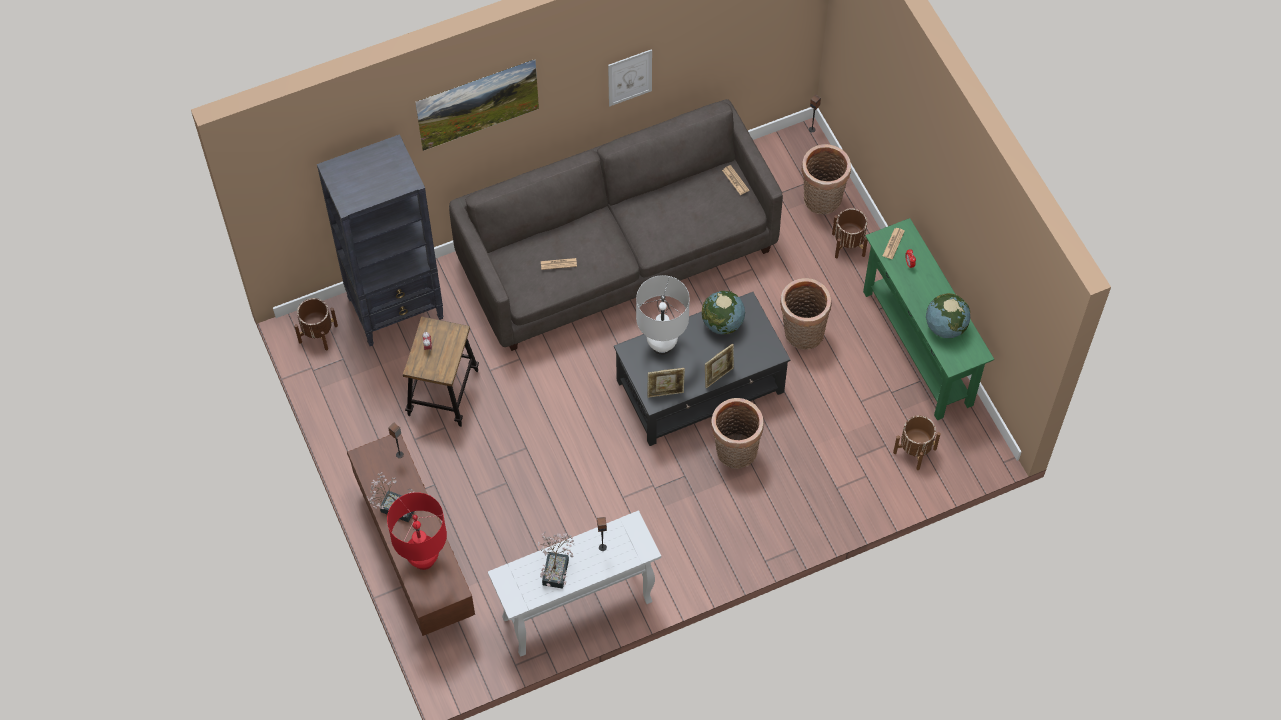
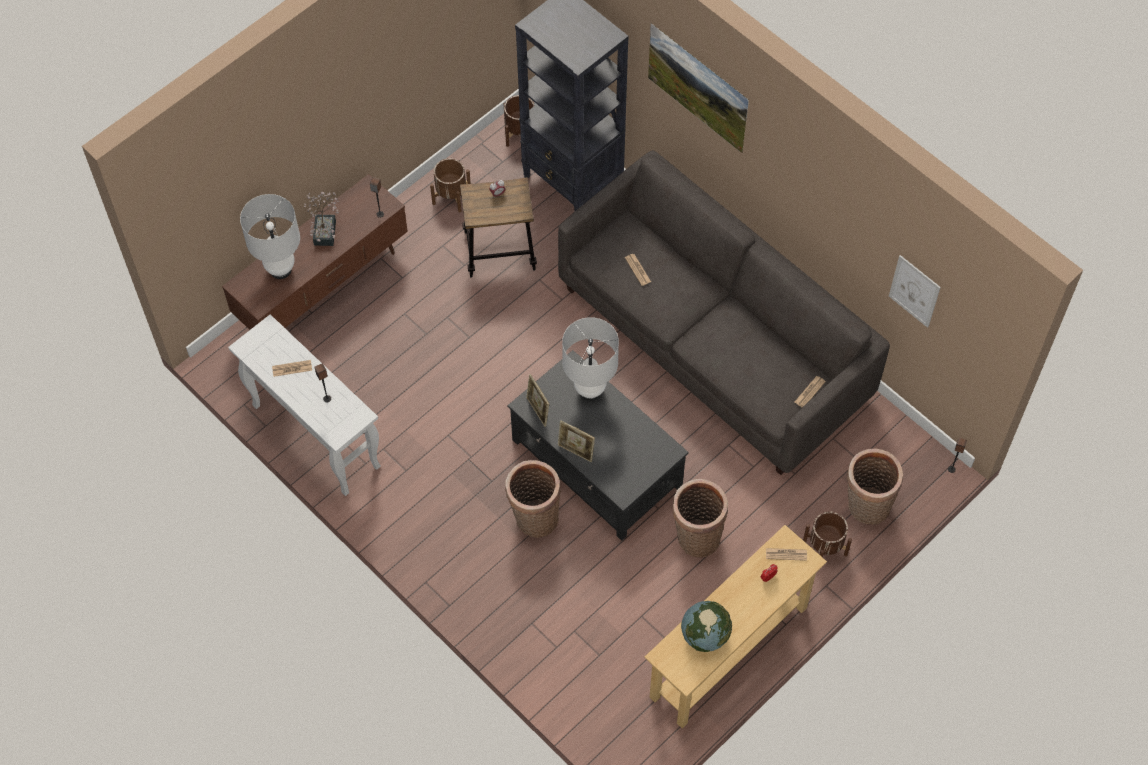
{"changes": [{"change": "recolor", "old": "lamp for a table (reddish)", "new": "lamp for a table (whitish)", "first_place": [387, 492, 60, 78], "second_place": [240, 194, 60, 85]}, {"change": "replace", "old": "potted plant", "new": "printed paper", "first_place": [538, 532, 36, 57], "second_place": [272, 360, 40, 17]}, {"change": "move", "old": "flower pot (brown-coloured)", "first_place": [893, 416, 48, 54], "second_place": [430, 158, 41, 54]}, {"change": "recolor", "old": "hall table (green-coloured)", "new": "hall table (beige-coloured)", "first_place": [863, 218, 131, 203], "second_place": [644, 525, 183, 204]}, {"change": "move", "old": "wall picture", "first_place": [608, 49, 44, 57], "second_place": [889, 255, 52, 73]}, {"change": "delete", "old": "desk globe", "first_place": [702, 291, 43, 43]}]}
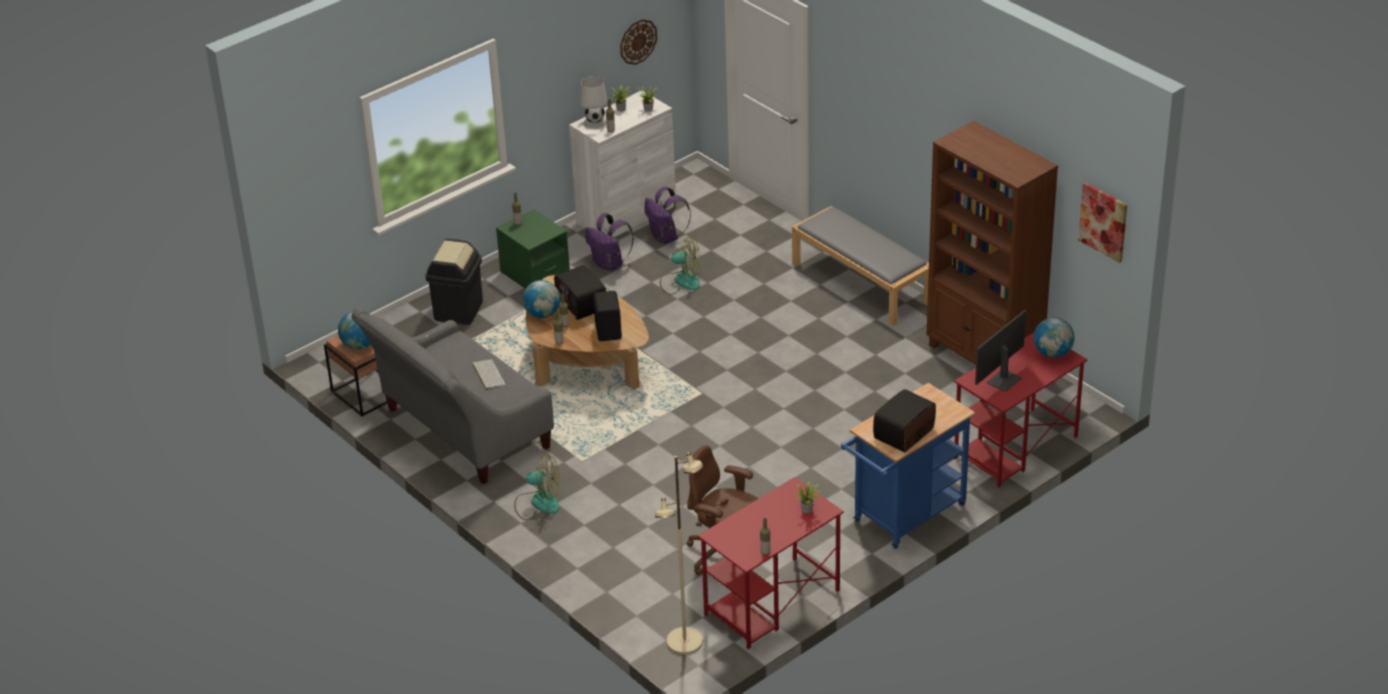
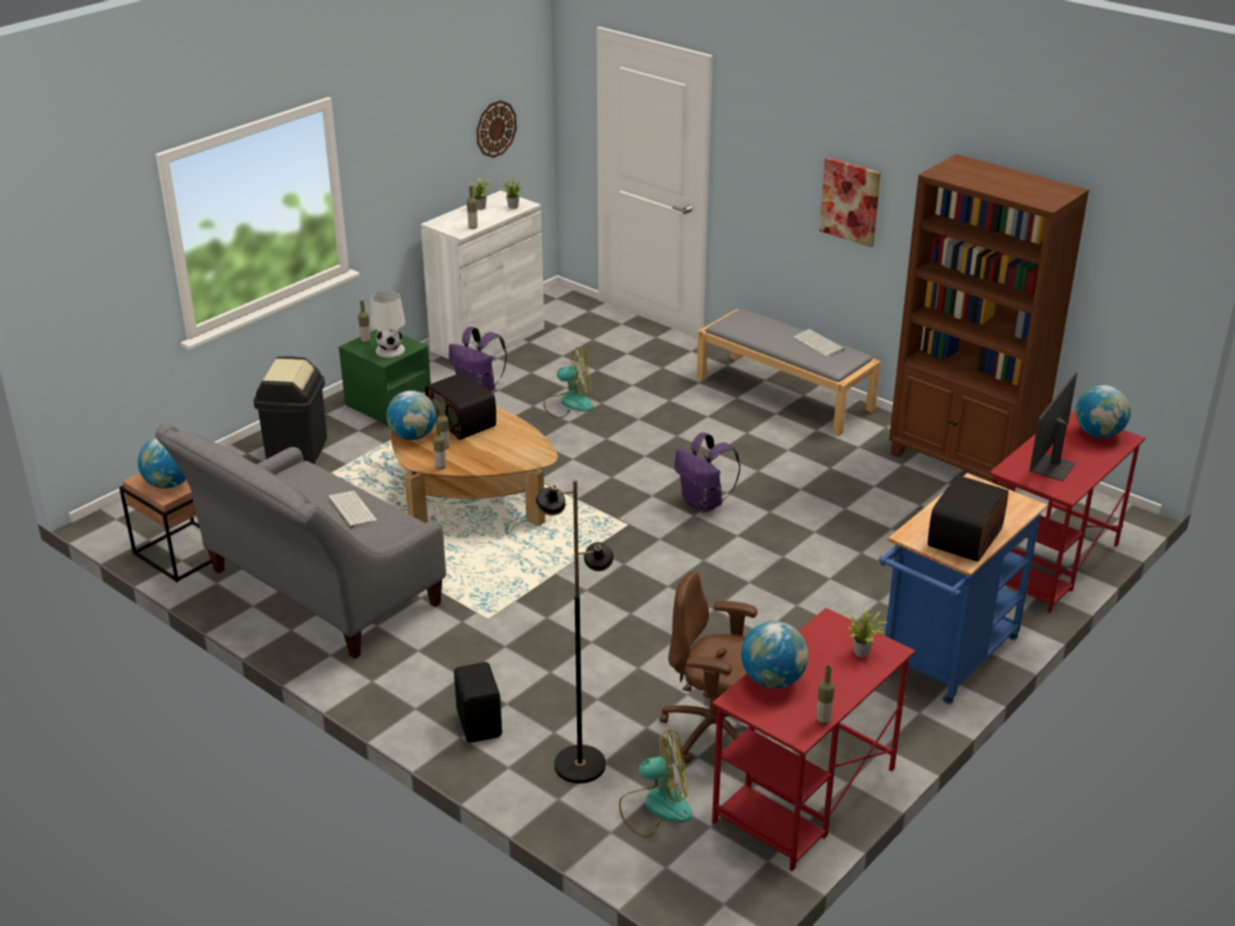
{"changes": [{"change": "move", "old": "lamp for a table (whitish)", "first_place": [580, 76, 27, 53], "second_place": [370, 290, 35, 68]}, {"change": "move", "old": "speaker (black)", "first_place": [593, 291, 29, 50], "second_place": [454, 662, 48, 81]}, {"change": "insert", "new": "floor lamp (black)", "second_place": [535, 480, 79, 303]}, {"change": "move", "old": "cooling fan", "first_place": [514, 454, 45, 66], "second_place": [619, 729, 73, 109]}, {"change": "move", "old": "rucksack (purple-coloured)", "first_place": [645, 187, 46, 57], "second_place": [674, 432, 67, 81]}, {"change": "insert", "new": "desk globe", "second_place": [741, 621, 67, 67]}, {"change": "insert", "new": "computer keyboard", "second_place": [793, 329, 51, 28]}, {"change": "move", "old": "wall picture", "first_place": [1078, 182, 49, 81], "second_place": [819, 157, 62, 91]}, {"change": "delete", "old": "floor lamp (beige-coloured)", "first_place": [655, 452, 49, 202]}]}
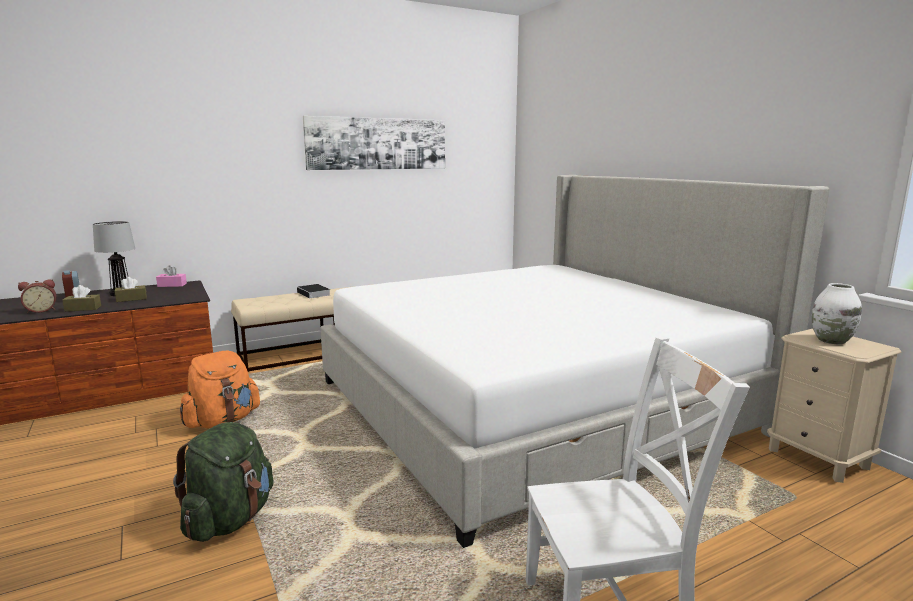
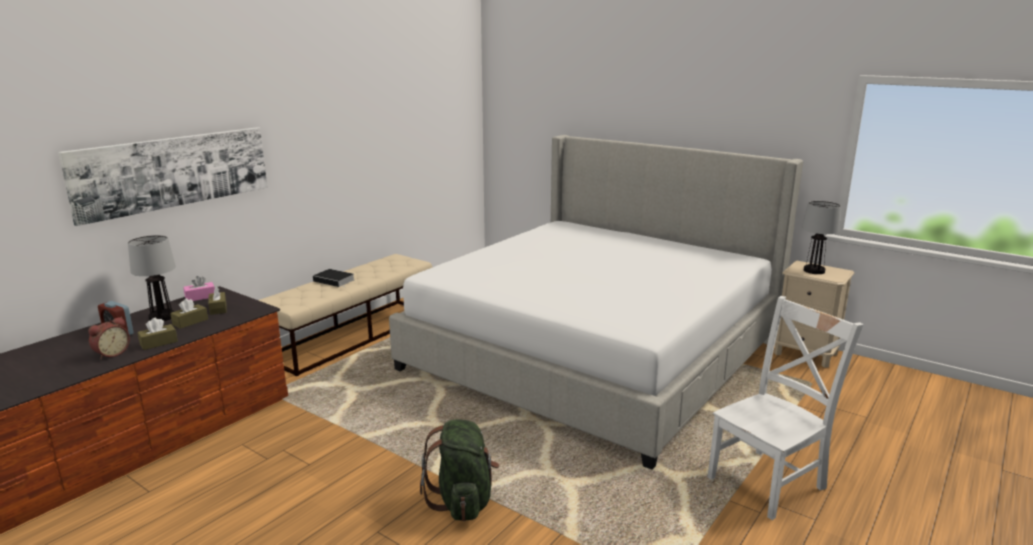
{"changes": [{"change": "move", "old": "wall picture", "first_place": [303, 116, 142, 54], "second_place": [58, 127, 209, 99]}, {"change": "insert", "new": "box of tissues (brown-coloured)", "second_place": [208, 286, 18, 29]}, {"change": "replace", "old": "decorative vase (whitish)", "new": "lamp for a table", "first_place": [812, 283, 50, 61], "second_place": [802, 201, 39, 73]}, {"change": "delete", "old": "rucksack (orange-coloured)", "first_place": [180, 351, 80, 77]}]}
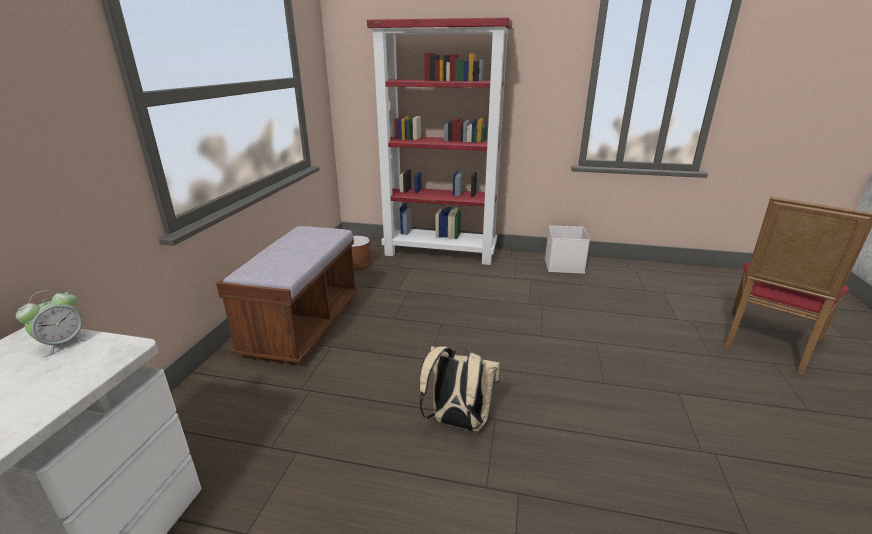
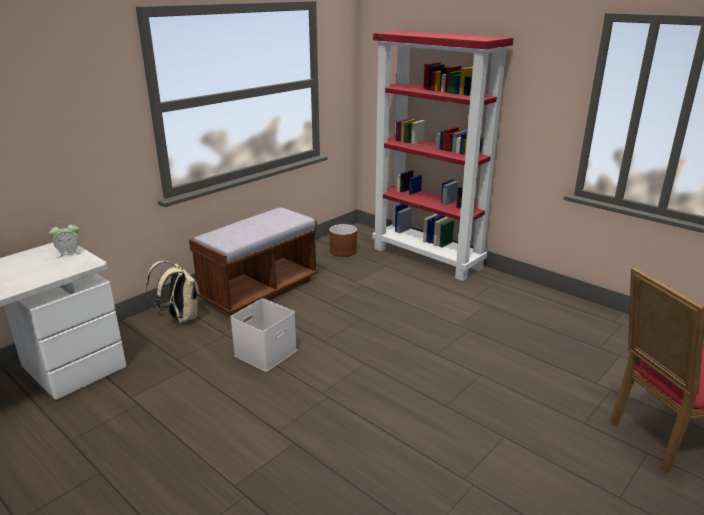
{"changes": [{"change": "move", "old": "rucksack (beige-coloured)", "first_place": [419, 346, 81, 85], "second_place": [146, 261, 54, 62]}, {"change": "move", "old": "storage bin (whitish)", "first_place": [545, 225, 45, 49], "second_place": [230, 299, 67, 73]}]}
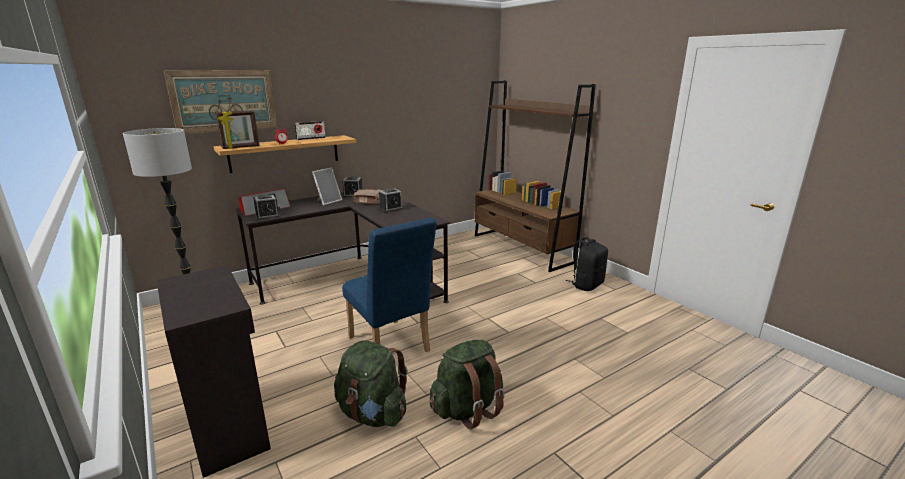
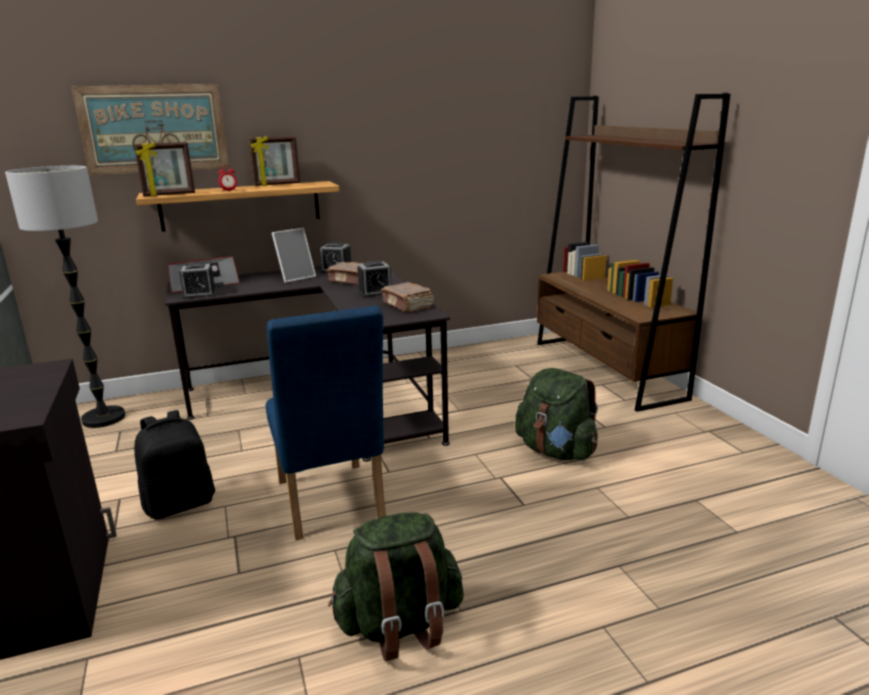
{"changes": [{"change": "move", "old": "rucksack (black)", "first_place": [566, 237, 42, 54], "second_place": [134, 410, 81, 110]}, {"change": "replace", "old": "radio", "new": "picture frame", "first_place": [294, 121, 32, 19], "second_place": [248, 136, 52, 50]}, {"change": "insert", "new": "bound book (brown-coloured)", "second_place": [381, 282, 53, 31]}, {"change": "move", "old": "rucksack (green-coloured)", "first_place": [334, 340, 74, 87], "second_place": [515, 368, 83, 92]}]}
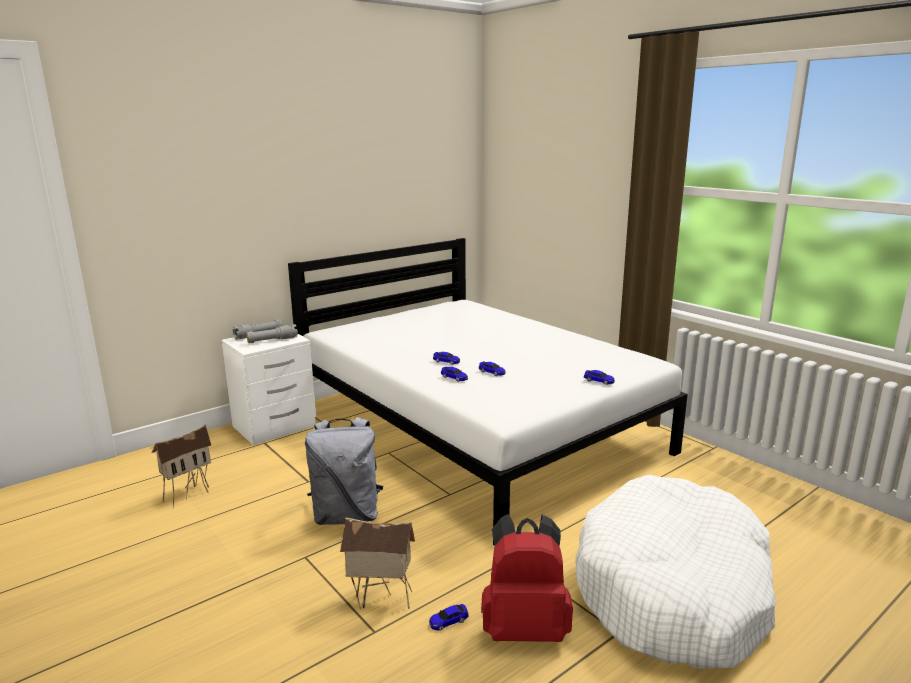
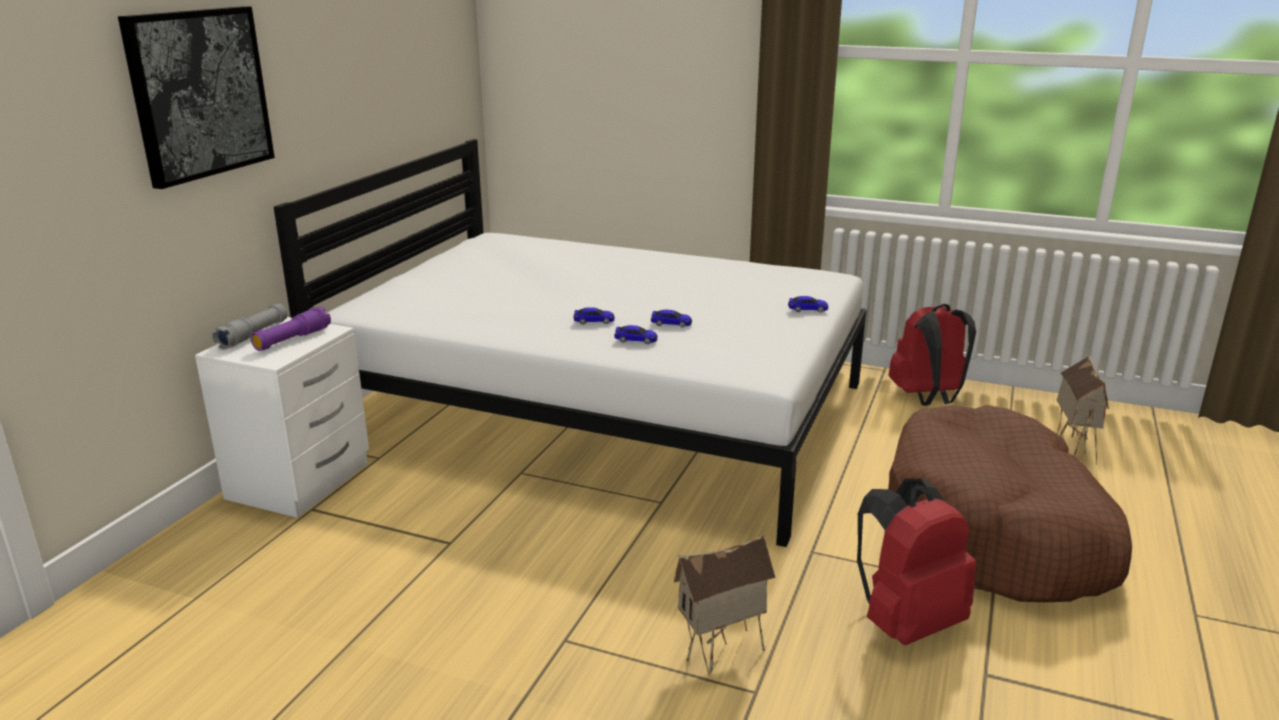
{"changes": [{"change": "insert", "new": "wall picture", "second_place": [118, 6, 157, 183]}, {"change": "recolor", "old": "flashlight (gray)", "new": "flashlight (purple-coloured)", "first_place": [246, 324, 52, 19], "second_place": [250, 306, 81, 45]}, {"change": "recolor", "old": "dog bed (whitish)", "new": "dog bed (brown-coloured)", "first_place": [575, 475, 201, 193], "second_place": [888, 405, 244, 197]}, {"change": "insert", "new": "rucksack (reddish)", "second_place": [889, 304, 87, 102]}, {"change": "move", "old": "toy house", "first_place": [152, 424, 59, 85], "second_place": [1057, 355, 52, 110]}, {"change": "delete", "old": "rucksack (gray)", "first_place": [305, 417, 78, 108]}, {"change": "delete", "old": "toy car", "first_place": [429, 604, 40, 27]}]}
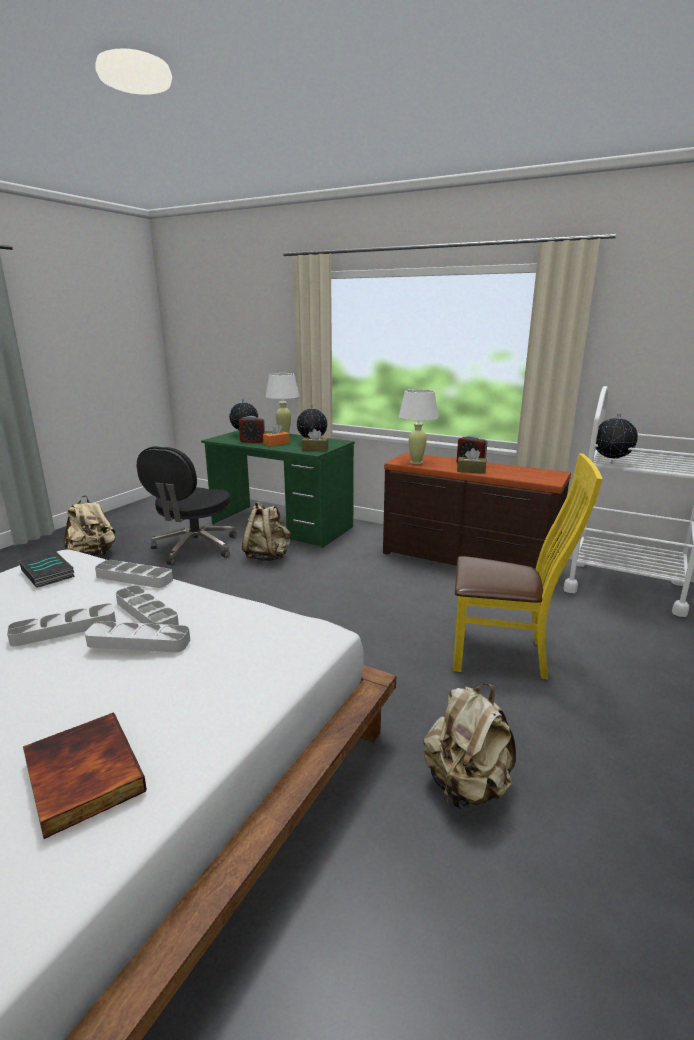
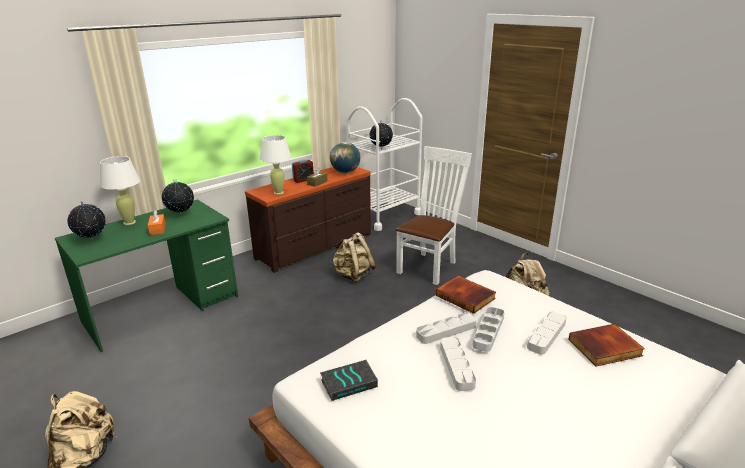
{"changes": [{"change": "insert", "new": "desk globe", "second_place": [330, 142, 30, 31]}, {"change": "move", "old": "rucksack (beige-coloured)", "first_place": [242, 501, 49, 60], "second_place": [332, 232, 44, 51]}, {"change": "recolor", "old": "chair (yellow)", "new": "chair (whitish)", "first_place": [453, 453, 150, 226], "second_place": [395, 146, 77, 139]}, {"change": "insert", "new": "bound book", "second_place": [436, 276, 60, 38]}, {"change": "move", "old": "serving tray (gray)", "first_place": [95, 560, 78, 28], "second_place": [527, 311, 39, 44]}, {"change": "delete", "old": "office chair (black)", "first_place": [136, 446, 101, 120]}, {"change": "delete", "old": "alarm clock", "first_place": [239, 416, 26, 27]}, {"change": "delete", "old": "box of tissues (brown-coloured)", "first_place": [302, 429, 27, 22]}]}
